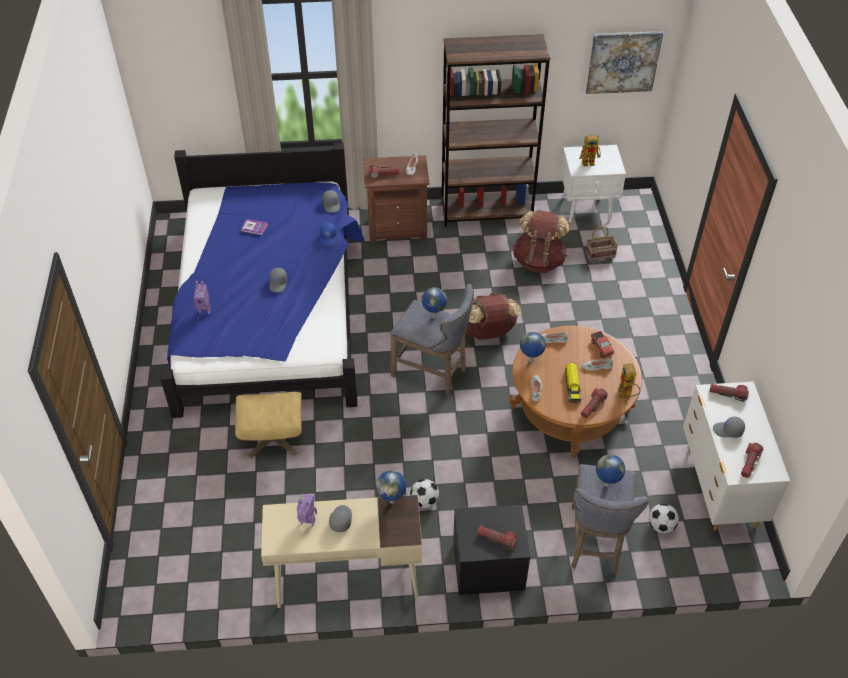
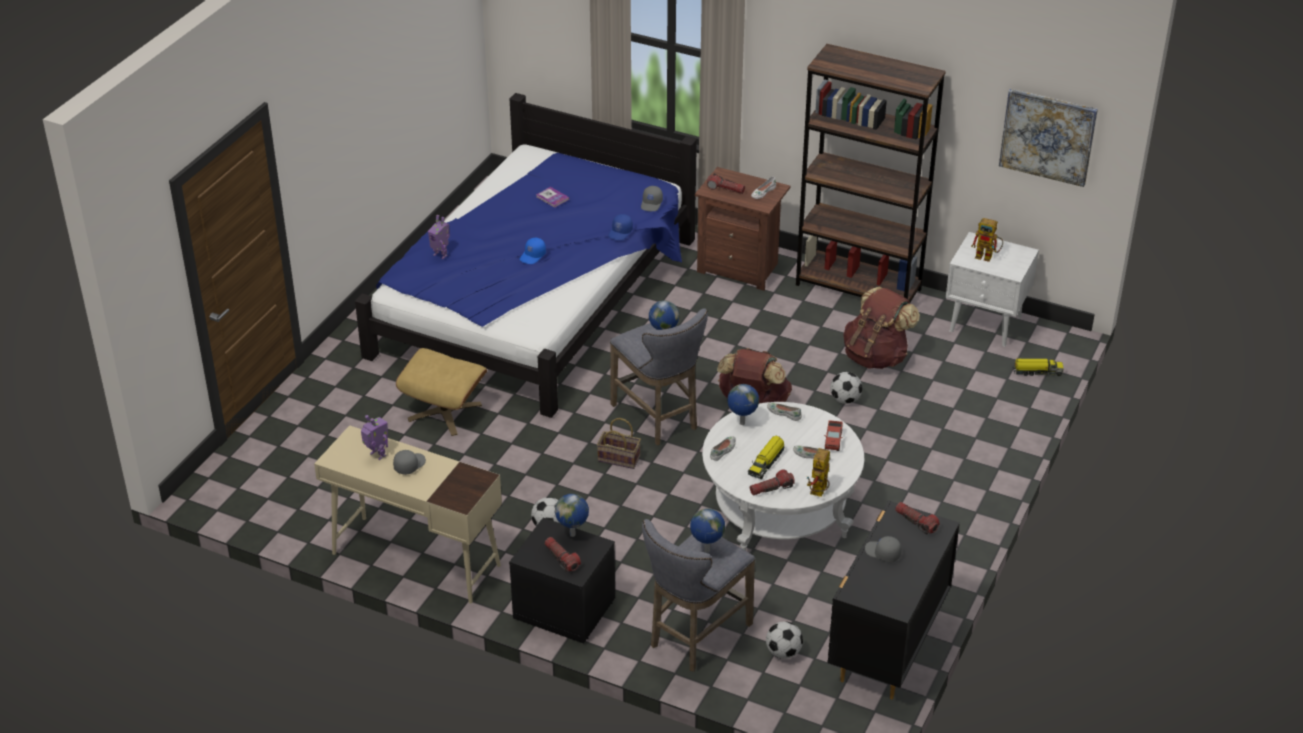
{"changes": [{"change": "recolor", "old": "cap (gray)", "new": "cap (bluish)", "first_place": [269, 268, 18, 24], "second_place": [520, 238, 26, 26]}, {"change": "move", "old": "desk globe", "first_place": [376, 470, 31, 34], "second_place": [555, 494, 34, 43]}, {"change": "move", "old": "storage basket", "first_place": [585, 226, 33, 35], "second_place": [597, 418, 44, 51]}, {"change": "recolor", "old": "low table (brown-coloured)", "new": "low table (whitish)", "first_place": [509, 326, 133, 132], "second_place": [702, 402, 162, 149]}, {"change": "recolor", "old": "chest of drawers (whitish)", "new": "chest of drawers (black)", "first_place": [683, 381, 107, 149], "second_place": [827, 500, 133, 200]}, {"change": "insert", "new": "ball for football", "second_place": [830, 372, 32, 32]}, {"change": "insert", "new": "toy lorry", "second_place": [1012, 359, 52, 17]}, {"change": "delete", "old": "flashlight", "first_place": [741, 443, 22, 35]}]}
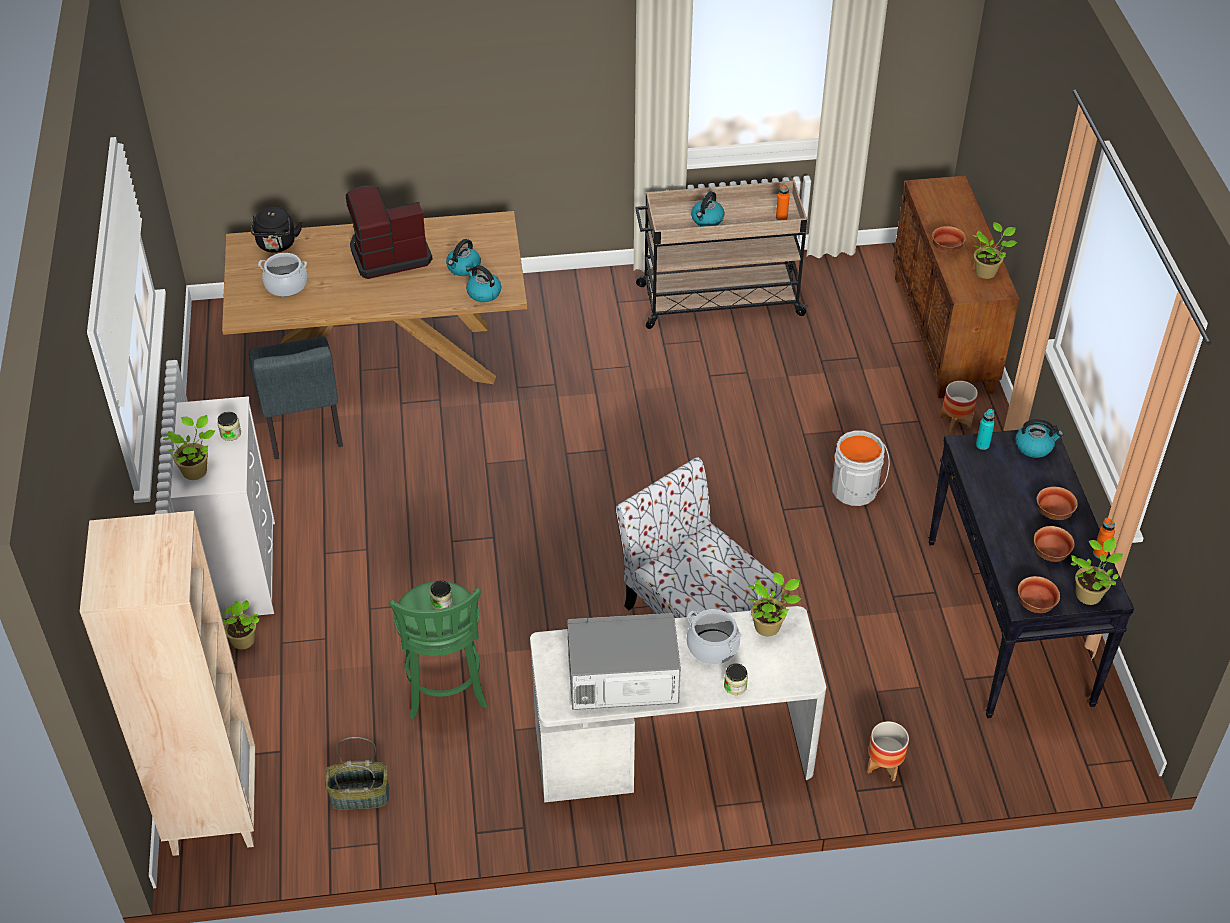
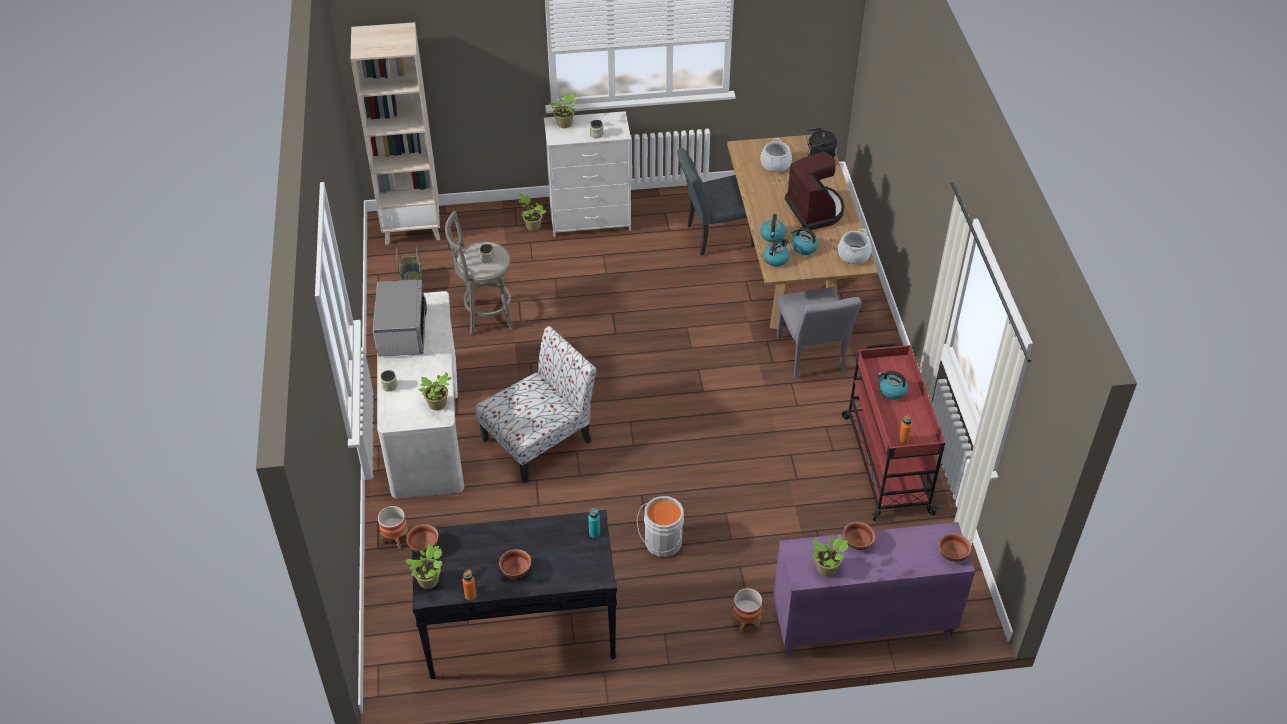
{"changes": [{"change": "recolor", "old": "stool (green-coloured)", "new": "stool (gray)", "first_place": [389, 581, 99, 138], "second_place": [445, 211, 68, 124]}, {"change": "move", "old": "water kettle", "first_place": [1015, 419, 48, 39], "second_place": [760, 214, 26, 28]}, {"change": "recolor", "old": "cupboard (brown-coloured)", "new": "cupboard (purple-coloured)", "first_place": [893, 176, 126, 222], "second_place": [773, 522, 202, 133]}, {"change": "insert", "new": "chair (gray)", "second_place": [777, 287, 85, 91]}, {"change": "move", "old": "saucepot", "first_place": [687, 609, 55, 56], "second_place": [838, 228, 34, 36]}, {"change": "recolor", "old": "wheeled cart (beige-coloured)", "new": "wheeled cart (reddish)", "first_place": [635, 181, 174, 148], "second_place": [842, 343, 103, 178]}, {"change": "move", "old": "serving bowl", "first_place": [1034, 526, 41, 36], "second_place": [939, 533, 33, 29]}]}
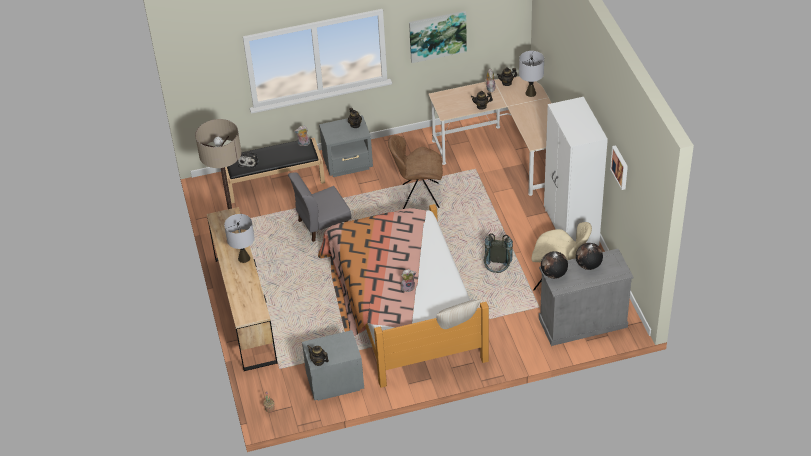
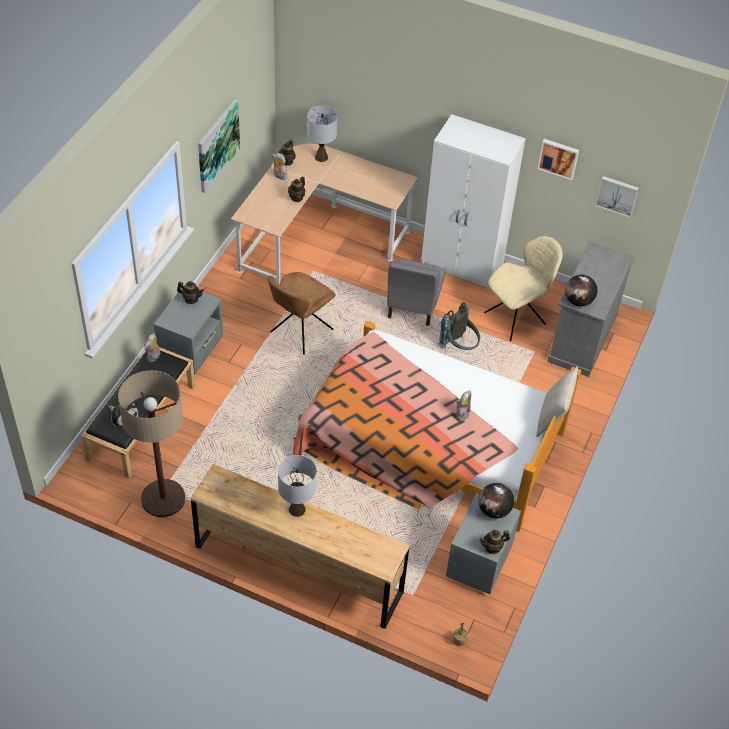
{"changes": [{"change": "move", "old": "chair (gray)", "first_place": [288, 172, 63, 70], "second_place": [387, 259, 58, 67]}, {"change": "move", "old": "desk globe", "first_place": [576, 243, 27, 27], "second_place": [478, 483, 36, 36]}, {"change": "insert", "new": "wall picture", "second_place": [595, 176, 44, 41]}]}
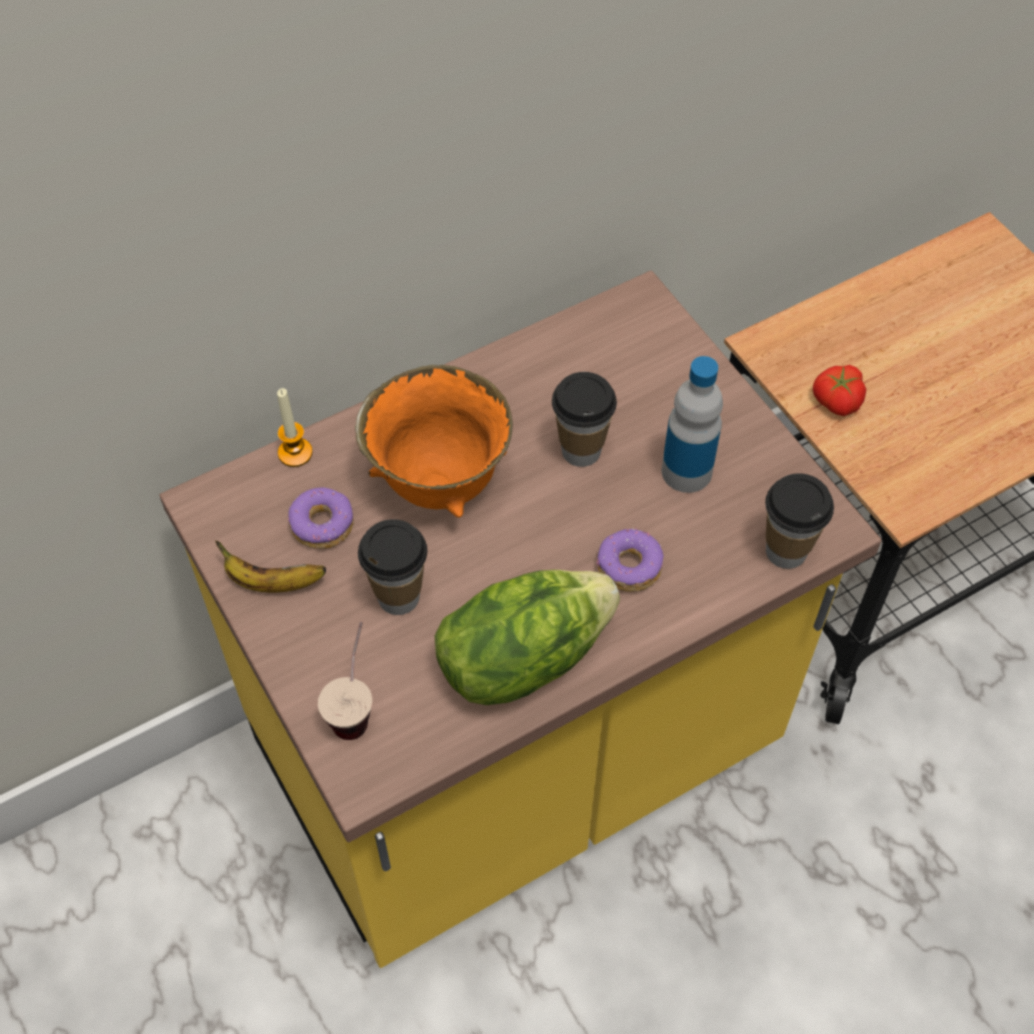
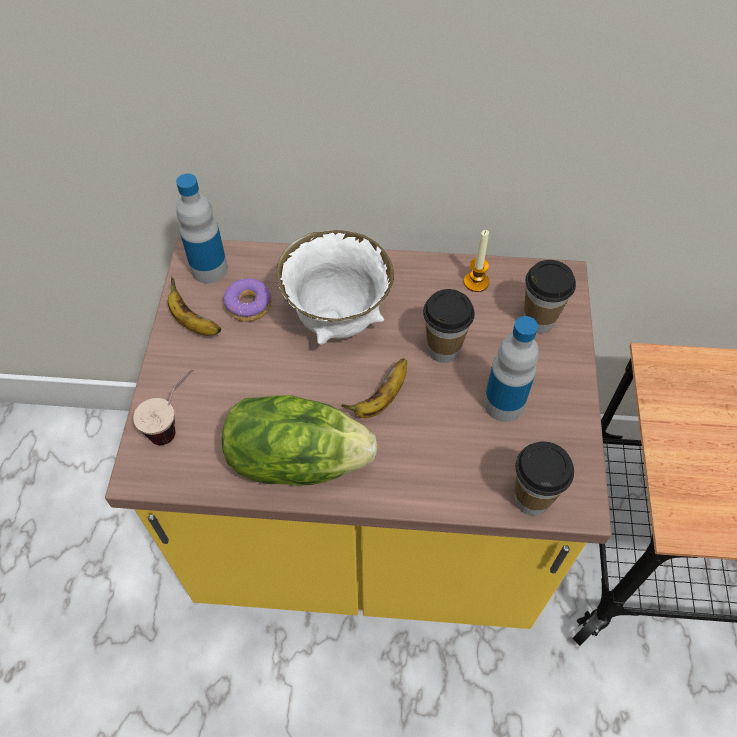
{"changes": [{"change": "insert", "new": "drink bottle", "second_place": [176, 173, 52, 110]}, {"change": "recolor", "old": "serving bowl (orange-coloured)", "new": "serving bowl (whitish)", "first_place": [355, 365, 158, 153], "second_place": [277, 230, 117, 114]}, {"change": "insert", "new": "banana fruit", "second_place": [341, 358, 66, 60]}, {"change": "move", "old": "wax candle", "first_place": [277, 388, 36, 79], "second_place": [464, 230, 25, 62]}, {"change": "move", "old": "cup", "first_place": [358, 519, 70, 96], "second_place": [524, 260, 52, 73]}, {"change": "delete", "old": "donut", "first_place": [597, 528, 67, 64]}, {"change": "delete", "old": "whole tomato", "first_place": [813, 365, 53, 51]}]}
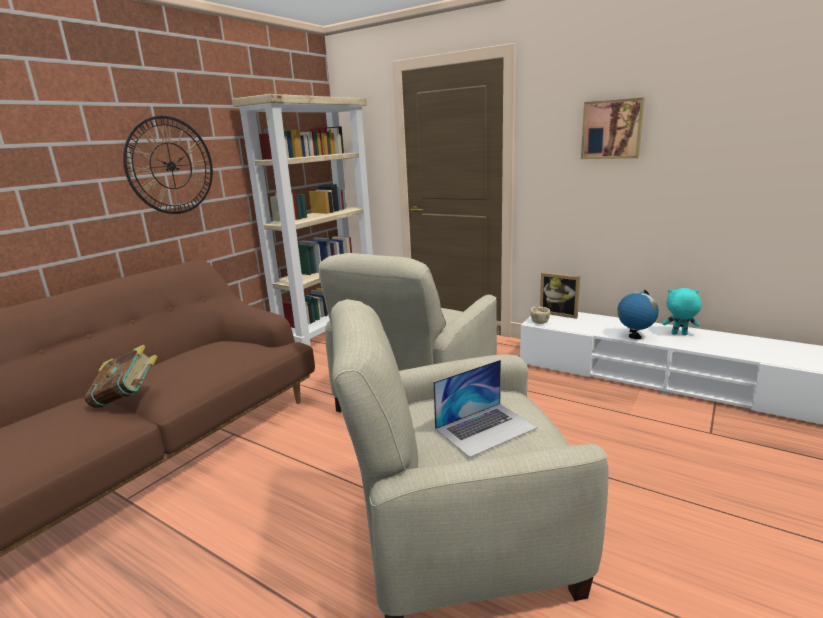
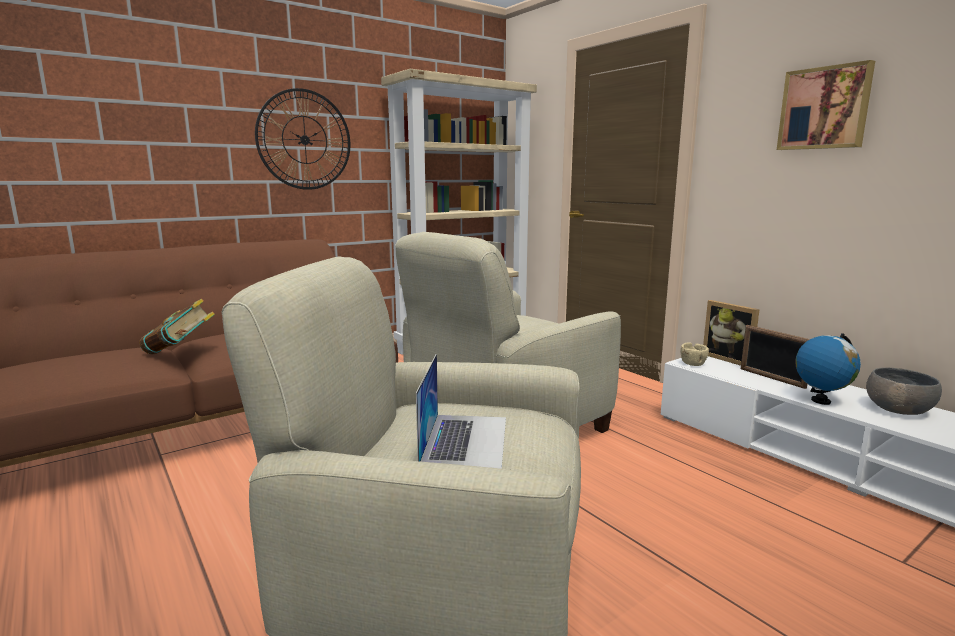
{"changes": [{"change": "rotate", "old": "laptop", "first_place": [433, 360, 105, 98], "second_place": [416, 354, 90, 115], "degrees": -75}, {"change": "insert", "new": "picture frame", "second_place": [741, 325, 69, 64]}, {"change": "replace", "old": "cuddly toy (turquoise)", "new": "serving bowl (gray)", "first_place": [662, 288, 40, 47], "second_place": [866, 367, 76, 48]}]}
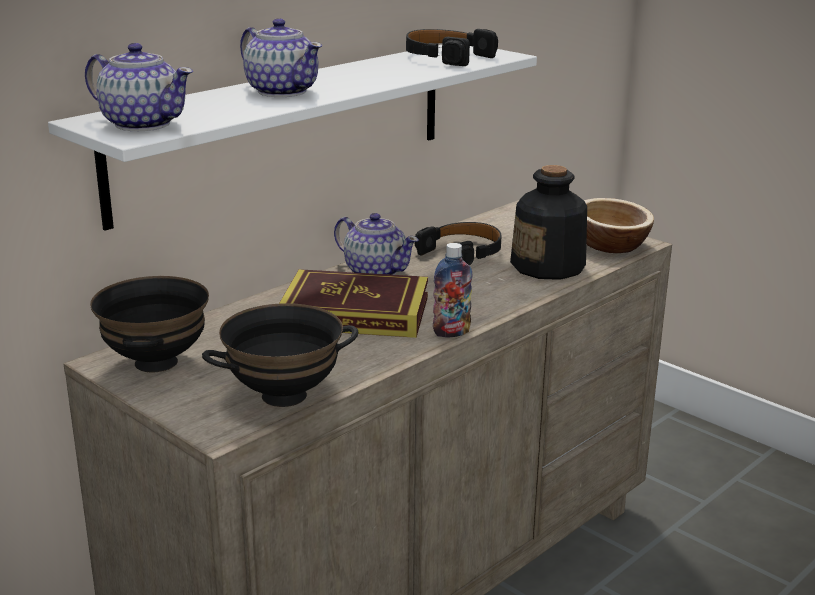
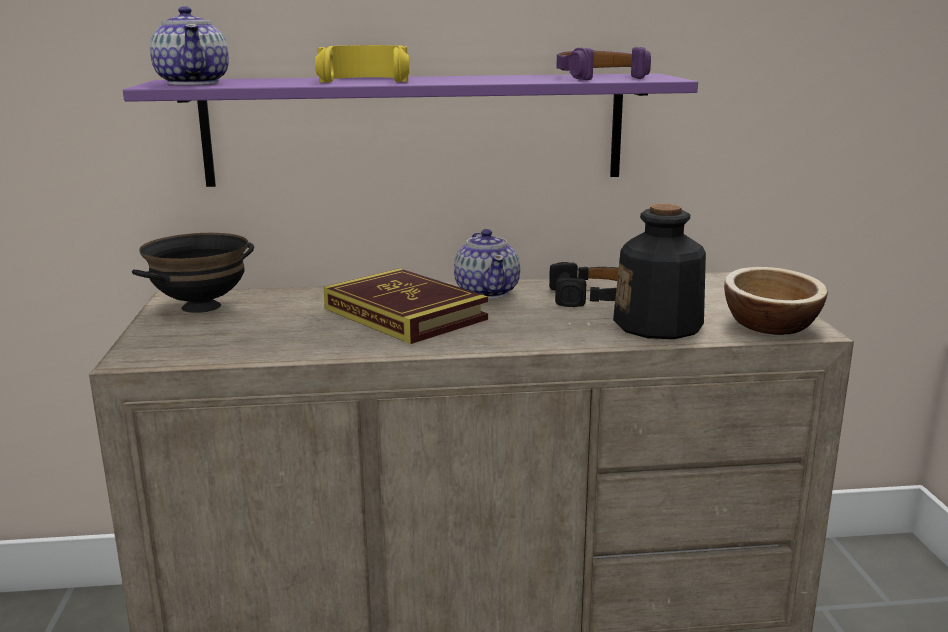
{"changes": [{"change": "recolor", "old": "bracket shelf (whitish)", "new": "bracket shelf (purple-coloured)", "first_place": [48, 45, 489, 185], "second_place": [123, 73, 575, 114]}, {"change": "replace", "old": "pot for tea", "new": "headphones (yellow)", "first_place": [240, 18, 82, 79], "second_place": [315, 45, 95, 38]}, {"change": "recolor", "old": "headphones (black)", "new": "headphones (purple-coloured)", "first_place": [406, 29, 92, 37], "second_place": [556, 47, 95, 33]}, {"change": "delete", "old": "serving bowl (black)", "first_place": [202, 303, 156, 104]}, {"change": "delete", "old": "drink bottle", "first_place": [433, 243, 40, 94]}]}
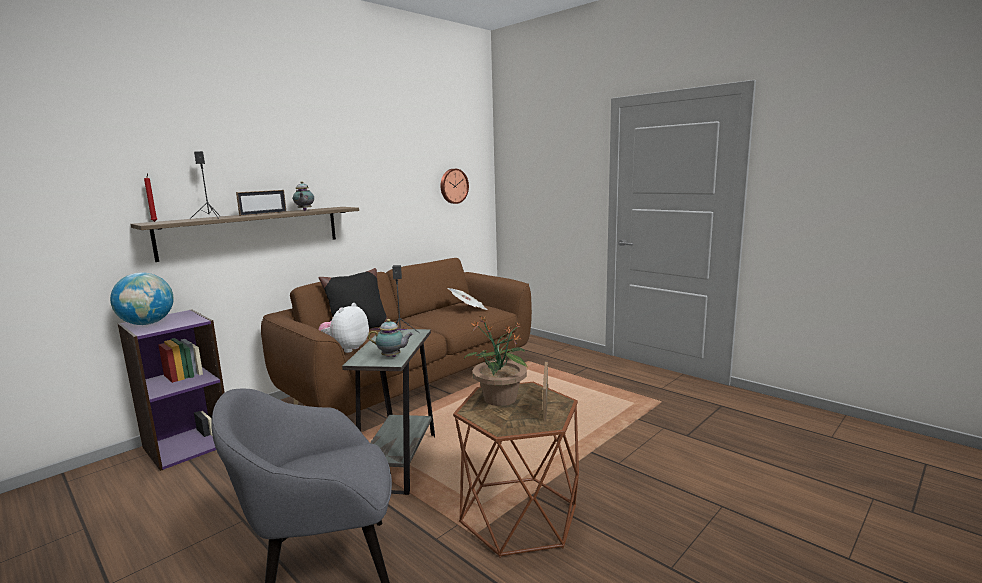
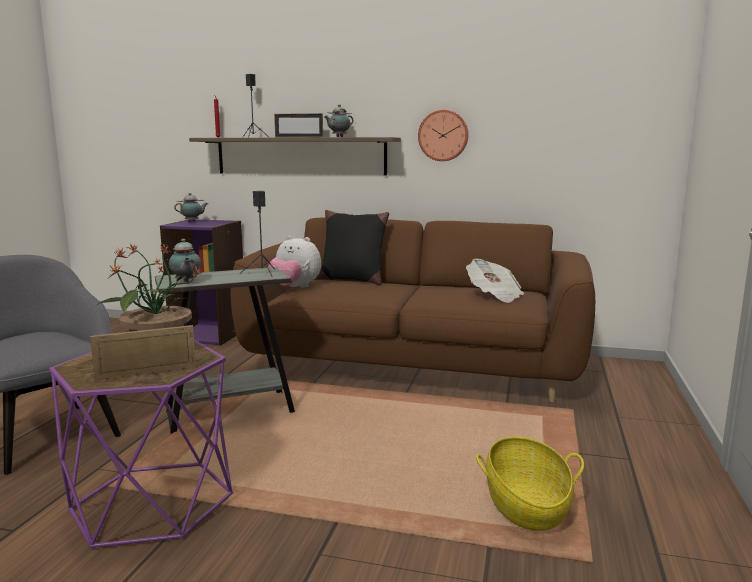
{"changes": [{"change": "recolor", "old": "accent table (brown-coloured)", "new": "accent table (purple-coloured)", "first_place": [453, 382, 126, 176], "second_place": [49, 339, 184, 211]}, {"change": "replace", "old": "desk globe", "new": "pot for tea", "first_place": [110, 273, 64, 52], "second_place": [174, 193, 34, 29]}, {"change": "rotate", "old": "cuddly toy", "first_place": [318, 303, 51, 50], "second_place": [268, 236, 53, 52], "degrees": -150}, {"change": "move", "old": "clock on the wall", "first_place": [440, 169, 29, 35], "second_place": [418, 110, 51, 51]}, {"change": "insert", "new": "storage basket", "second_place": [476, 437, 108, 94]}]}
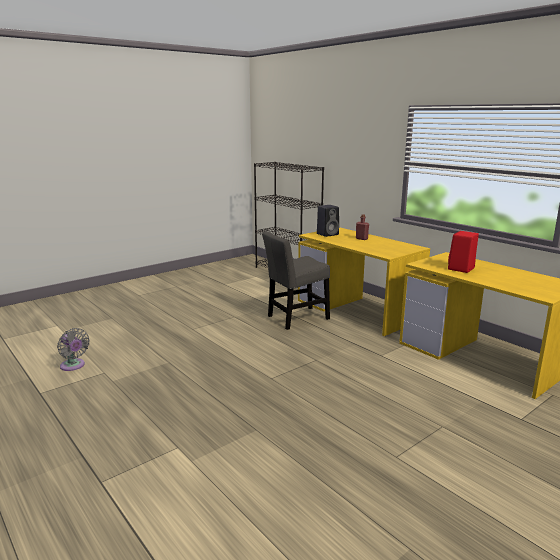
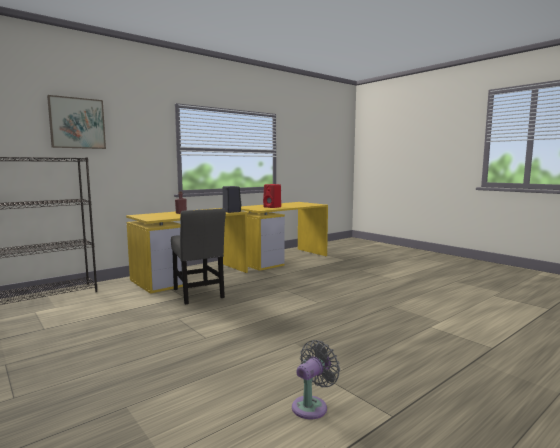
{"changes": [{"change": "insert", "new": "wall picture", "second_place": [47, 95, 59, 54]}, {"change": "move", "old": "speaker (black)", "first_place": [317, 205, 22, 32], "second_place": [223, 186, 18, 27]}]}
